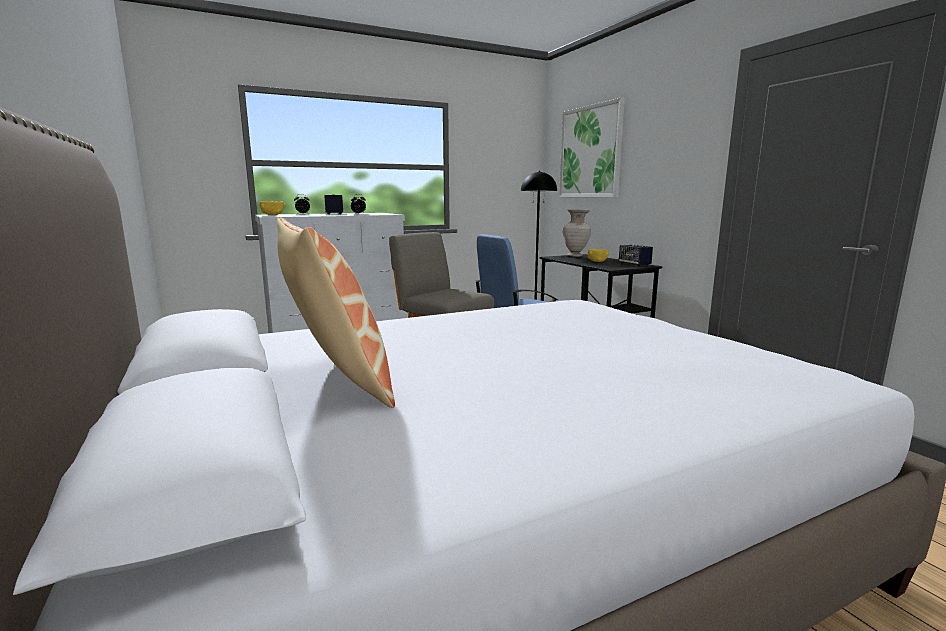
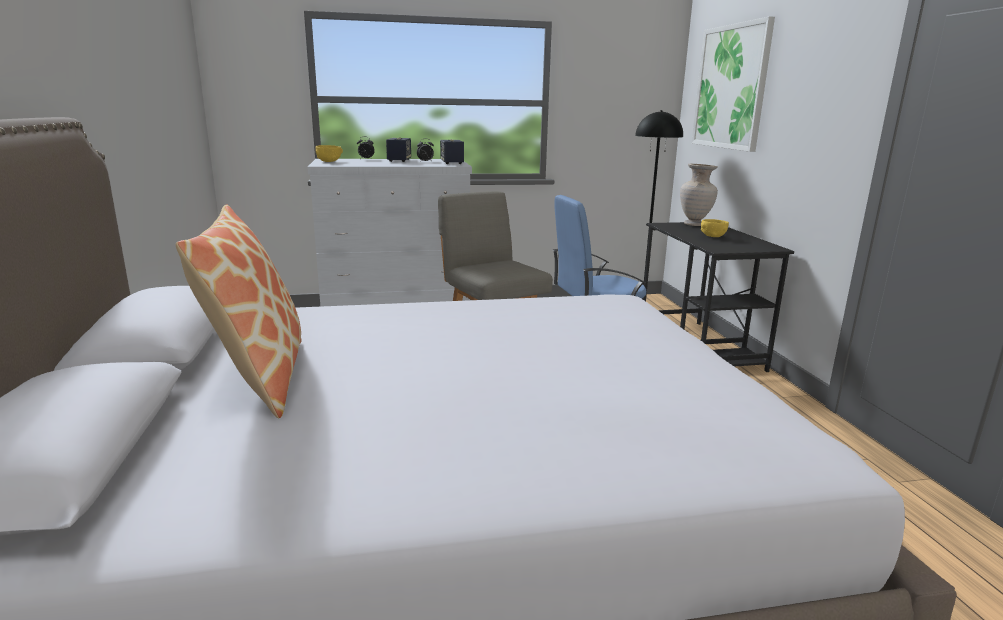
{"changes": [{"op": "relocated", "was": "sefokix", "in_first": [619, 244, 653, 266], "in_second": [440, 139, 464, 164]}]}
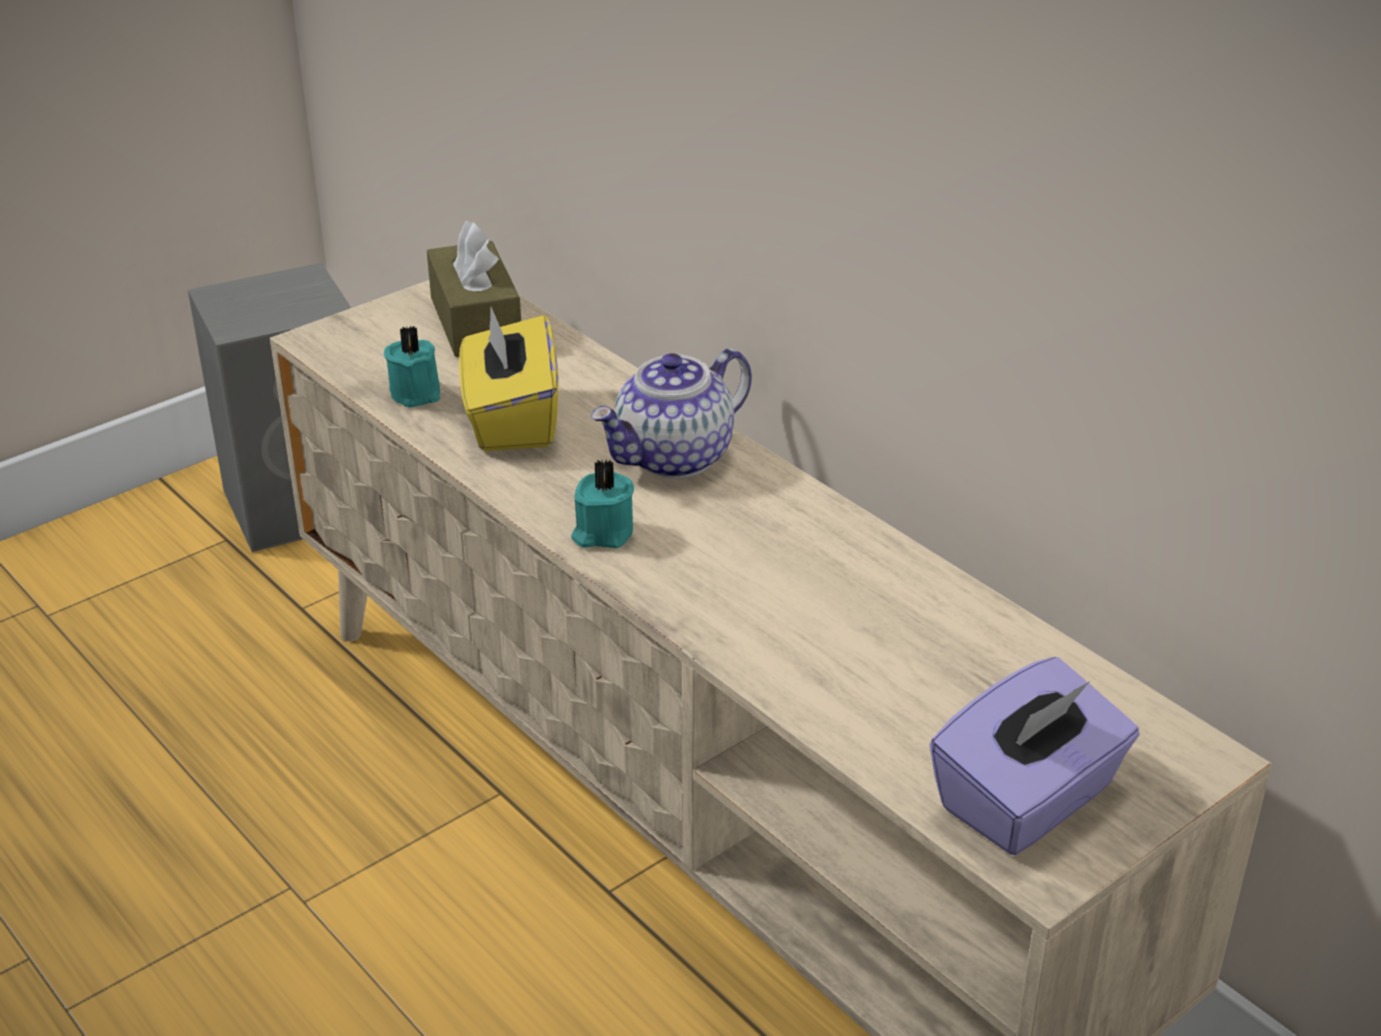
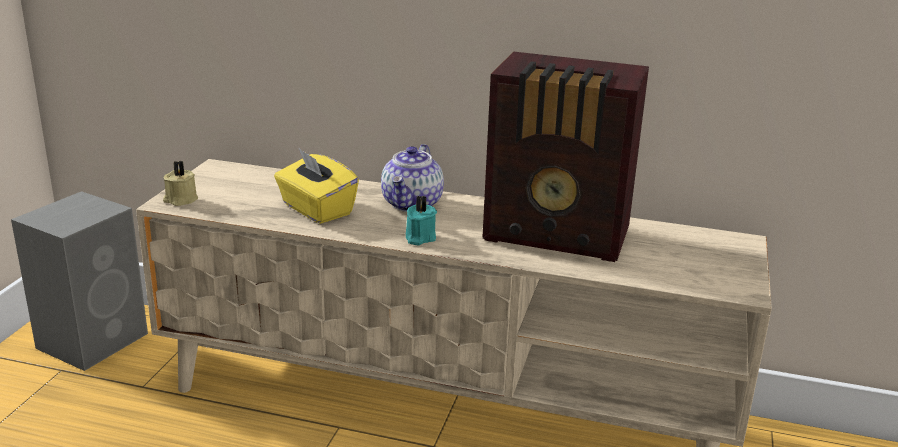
{"changes": [{"op": "appeared", "now": "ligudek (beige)", "in_second": [163, 161, 198, 206]}, {"op": "appeared", "now": "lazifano", "in_second": [482, 51, 649, 262]}, {"op": "missing", "was": "ligudek (turquoise)", "in_first": [384, 325, 440, 407]}, {"op": "missing", "was": "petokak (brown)", "in_first": [427, 221, 521, 357]}, {"op": "missing", "was": "petokak (purple)", "in_first": [930, 657, 1139, 855]}]}
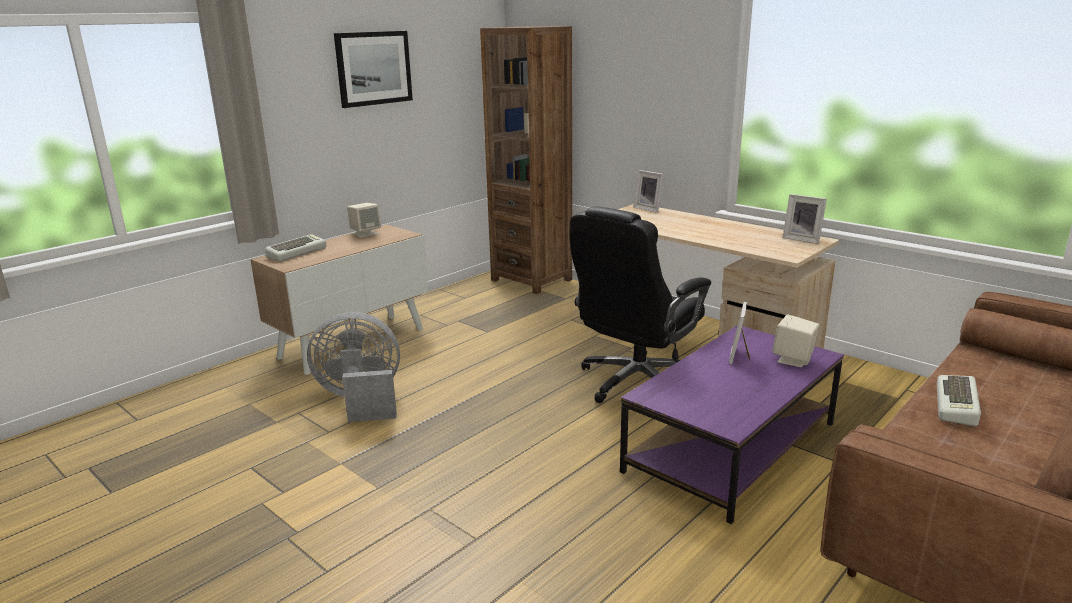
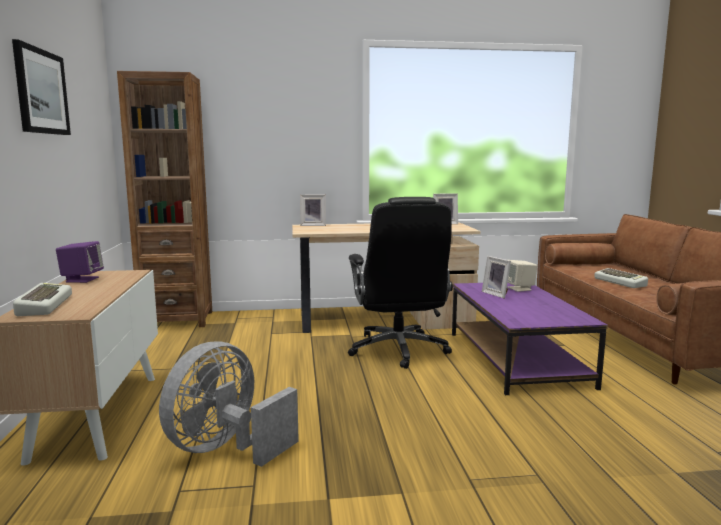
{"changes": [{"op": "colour", "was": "sefokix (beige)", "now": "sefokix (purple)", "in_first": [347, 203, 381, 238], "in_second": [56, 241, 104, 283]}]}
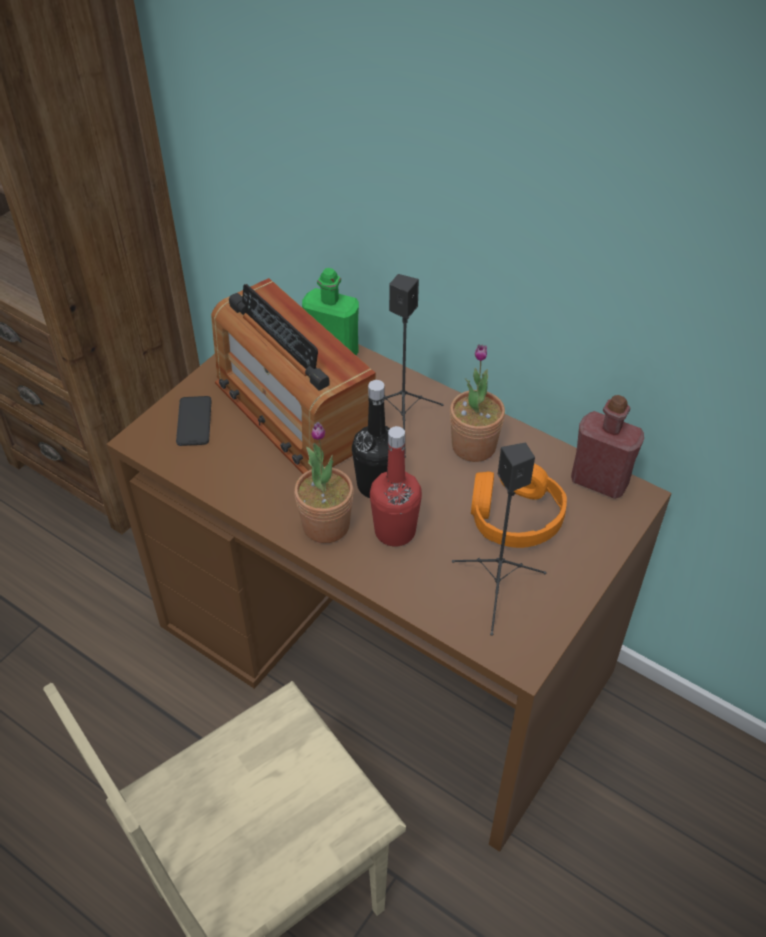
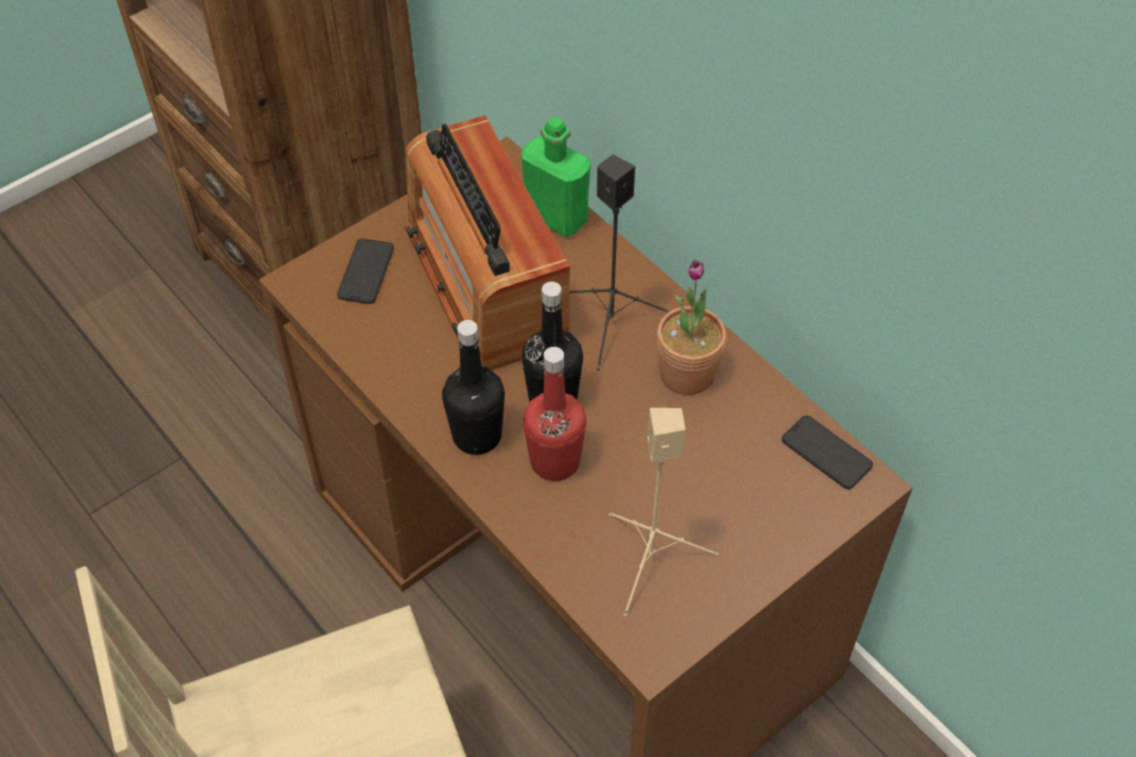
{"changes": [{"op": "exchanged", "was": "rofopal", "now": "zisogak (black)", "in_first": [294, 422, 354, 543], "in_second": [442, 320, 505, 455]}, {"op": "colour", "was": "sefokix (black)", "now": "sefokix (beige)", "in_first": [452, 443, 547, 636], "in_second": [609, 408, 718, 616]}, {"op": "exchanged", "was": "zisogak (red)", "now": "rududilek", "in_first": [571, 395, 644, 499], "in_second": [782, 415, 873, 489]}, {"op": "missing", "was": "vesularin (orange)", "in_first": [471, 464, 567, 548]}]}
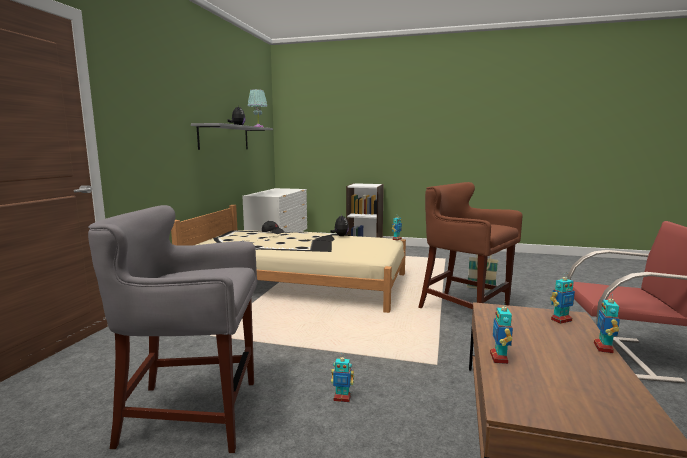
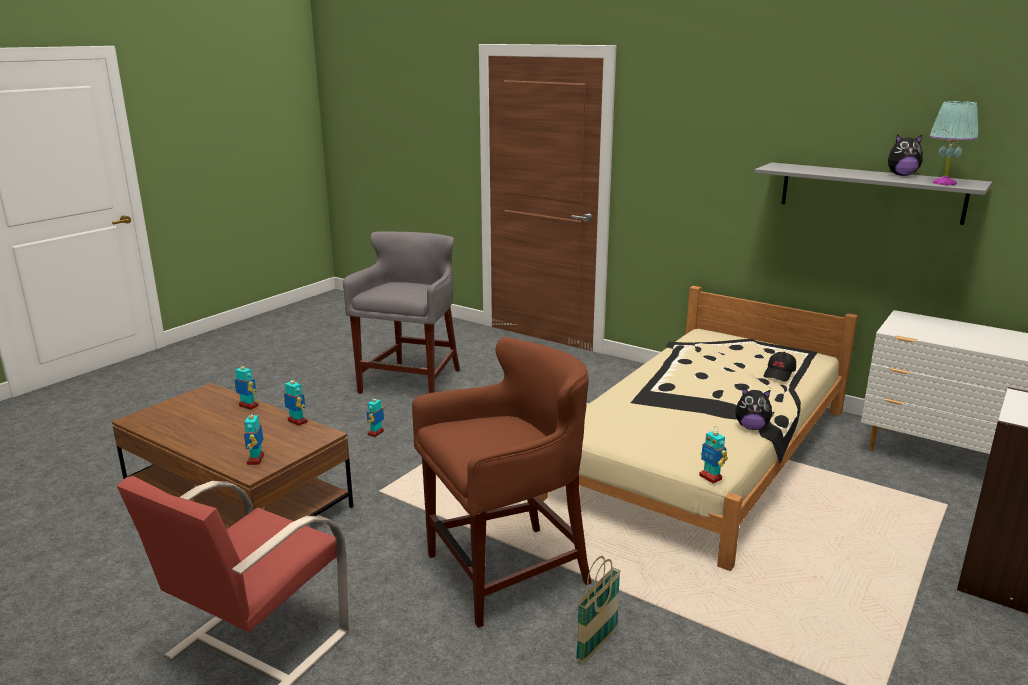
{"changes": [{"op": "relocated", "was": "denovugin", "in_first": [594, 293, 620, 353], "in_second": [283, 376, 308, 426]}]}
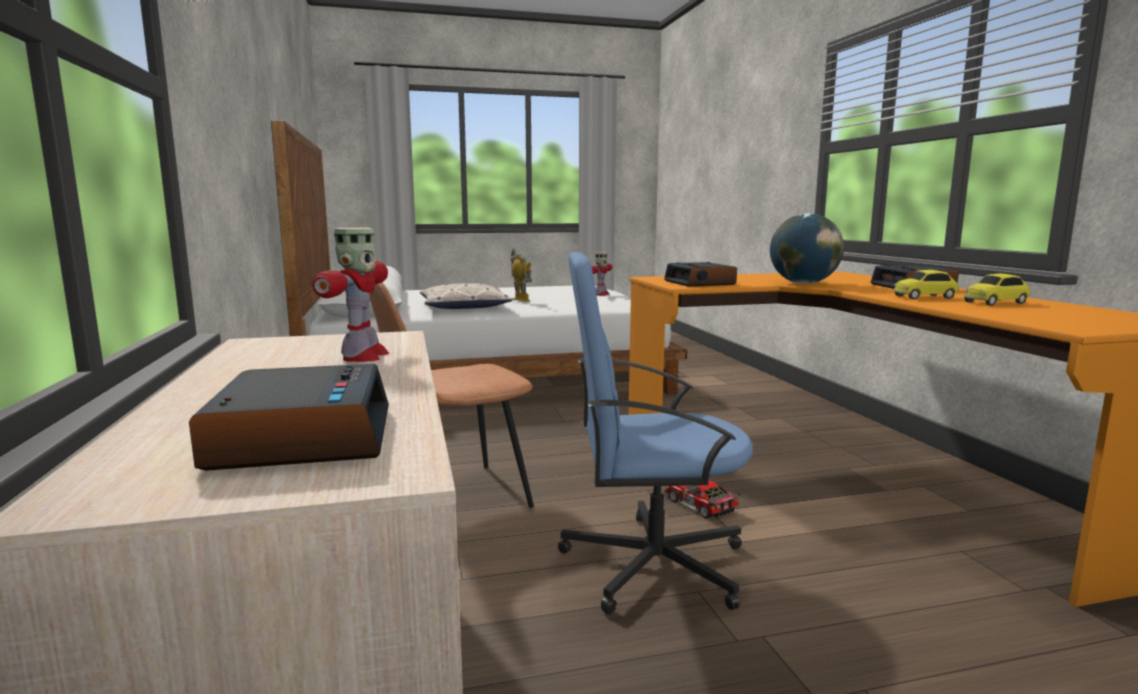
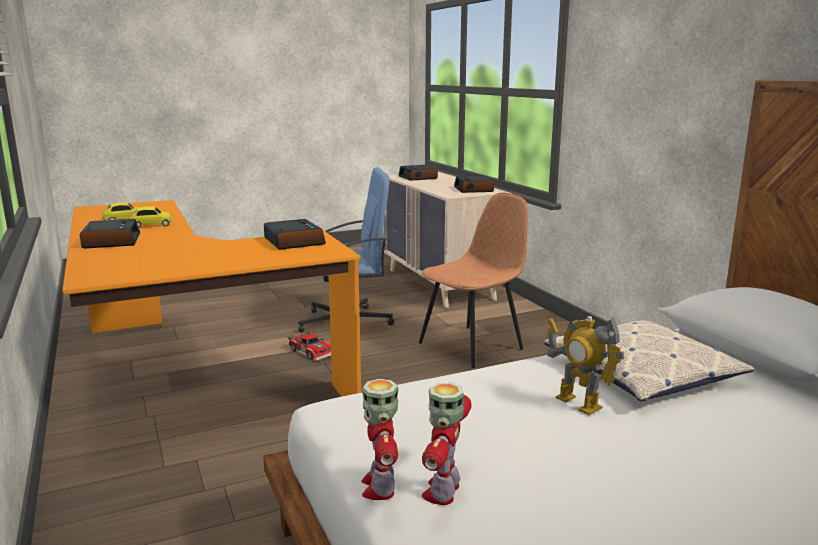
{"changes": [{"op": "relocated", "was": "denovugin", "in_first": [312, 227, 389, 362], "in_second": [361, 379, 398, 500]}, {"op": "appeared", "now": "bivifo", "in_second": [454, 175, 494, 193]}, {"op": "missing", "was": "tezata", "in_first": [770, 213, 844, 284]}]}
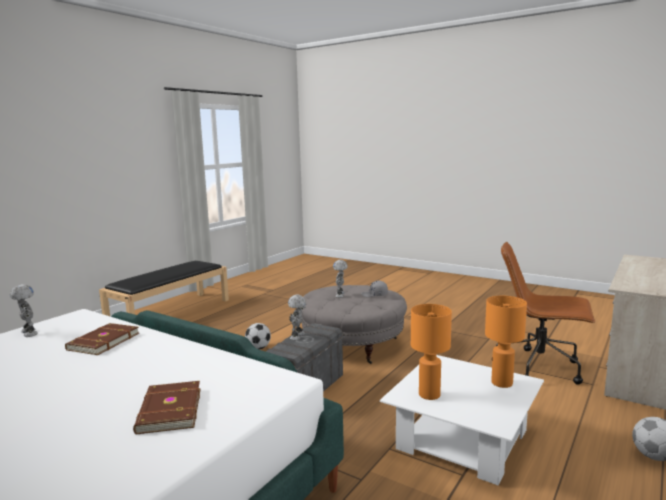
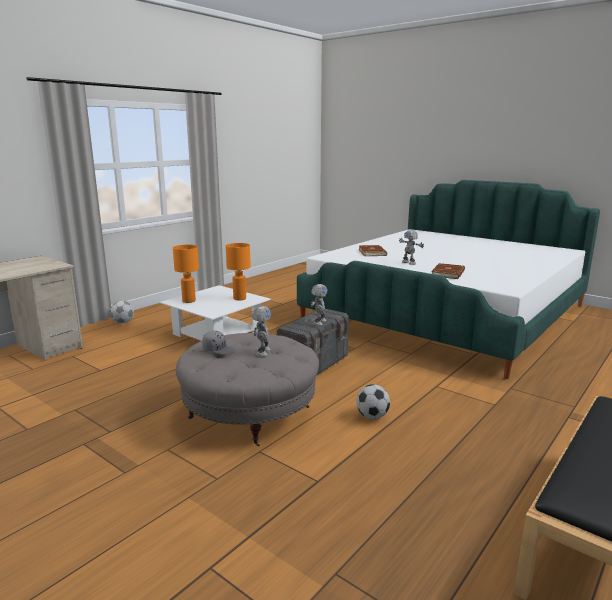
{"changes": [{"op": "relocated", "was": "denovugin", "in_first": [10, 284, 38, 337], "in_second": [399, 230, 424, 265]}, {"op": "missing", "was": "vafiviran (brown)", "in_first": [492, 242, 595, 384]}]}
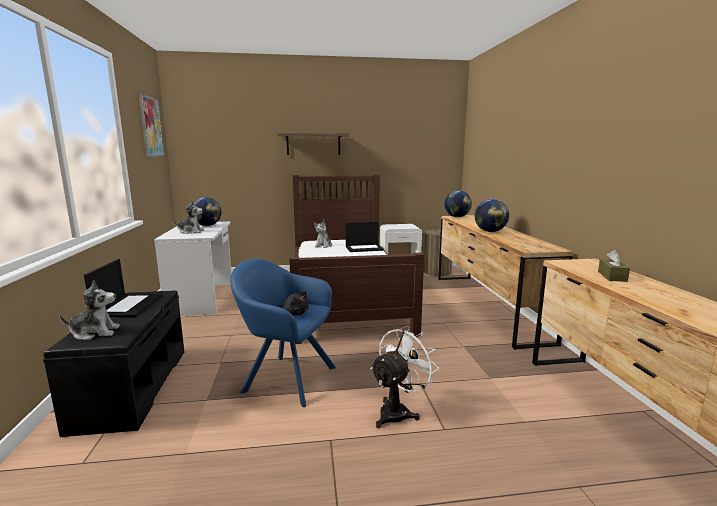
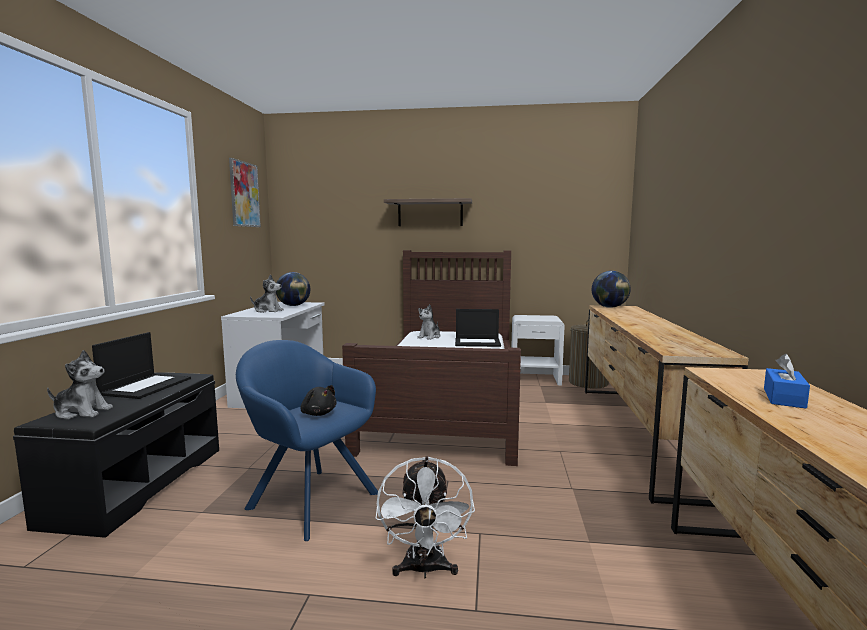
{"changes": [{"op": "spun", "was": "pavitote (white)", "in_first": [370, 326, 439, 428], "in_second": [376, 456, 475, 579], "clockwise": 120}, {"op": "colour", "was": "petokak (brown)", "now": "petokak (blue)", "in_first": [598, 250, 630, 282], "in_second": [764, 354, 810, 409]}, {"op": "missing", "was": "tezata", "in_first": [475, 199, 509, 232]}]}
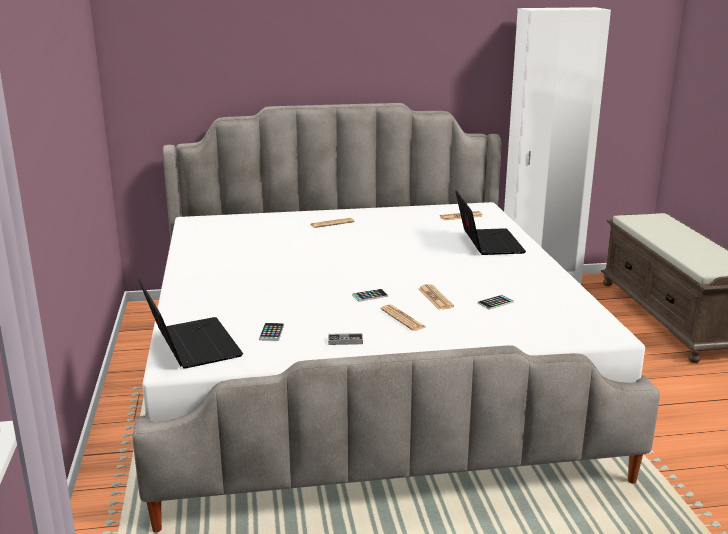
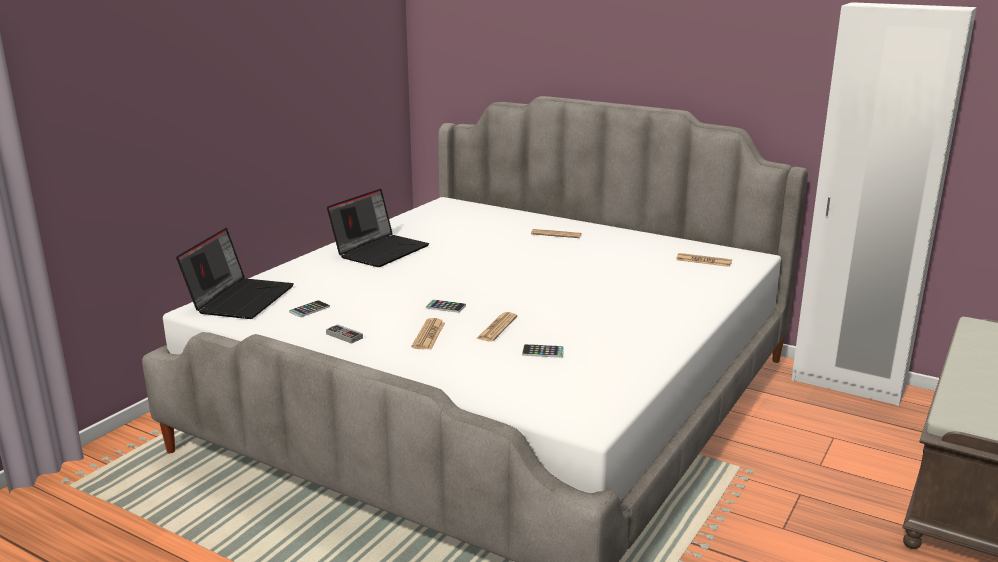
{"changes": [{"op": "relocated", "was": "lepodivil", "in_first": [455, 190, 526, 255], "in_second": [327, 189, 429, 267]}]}
